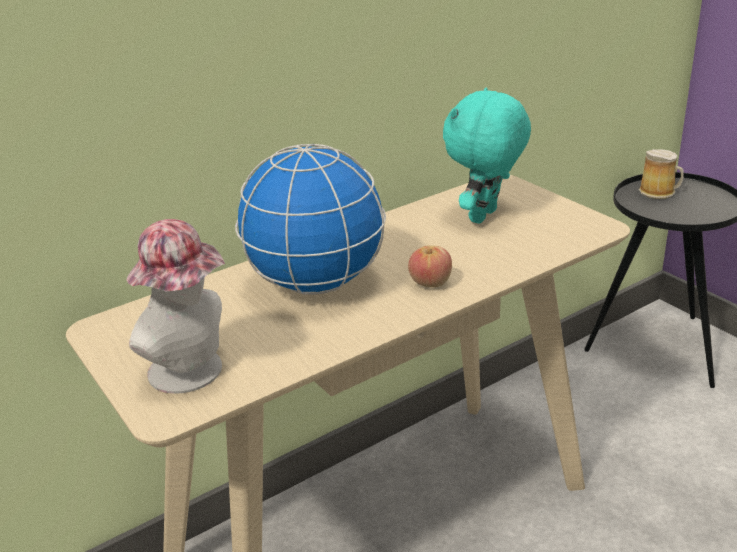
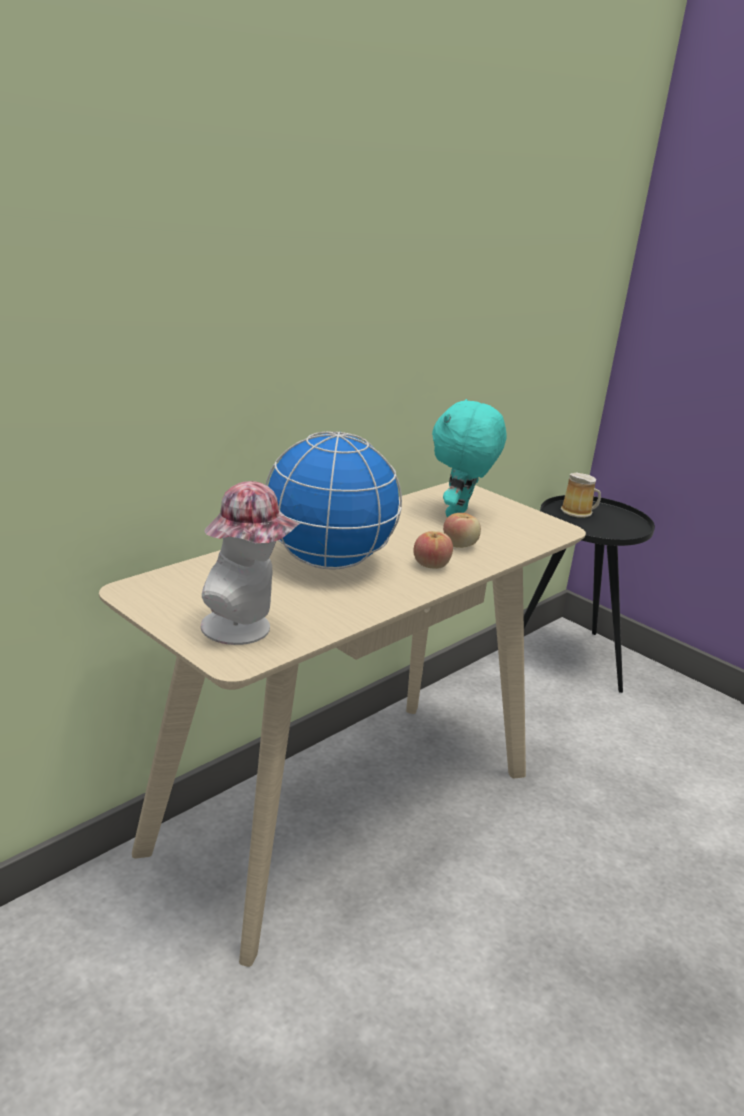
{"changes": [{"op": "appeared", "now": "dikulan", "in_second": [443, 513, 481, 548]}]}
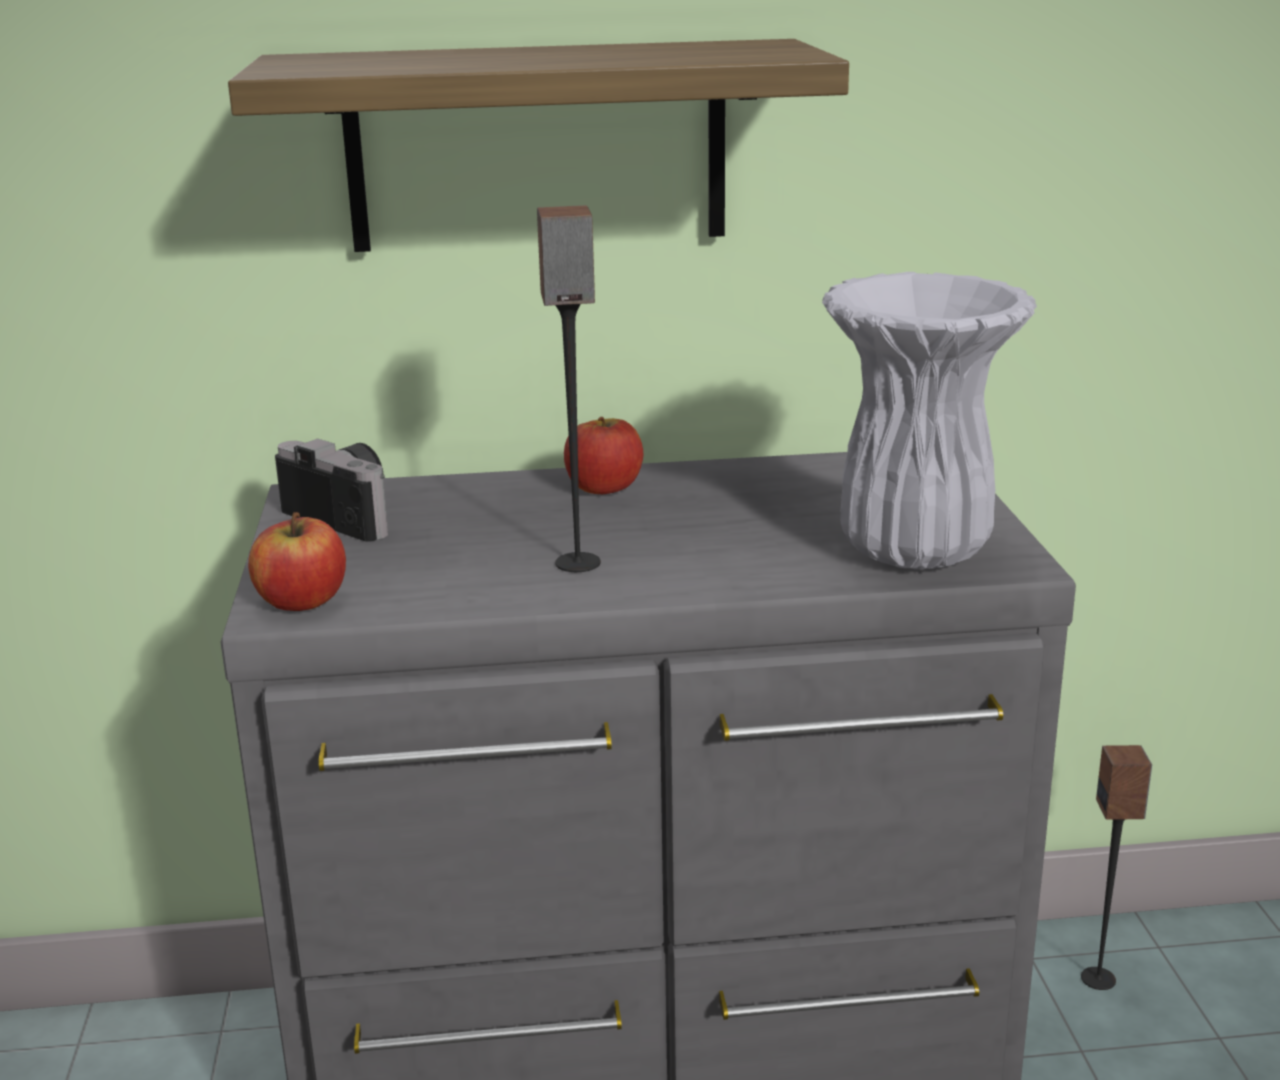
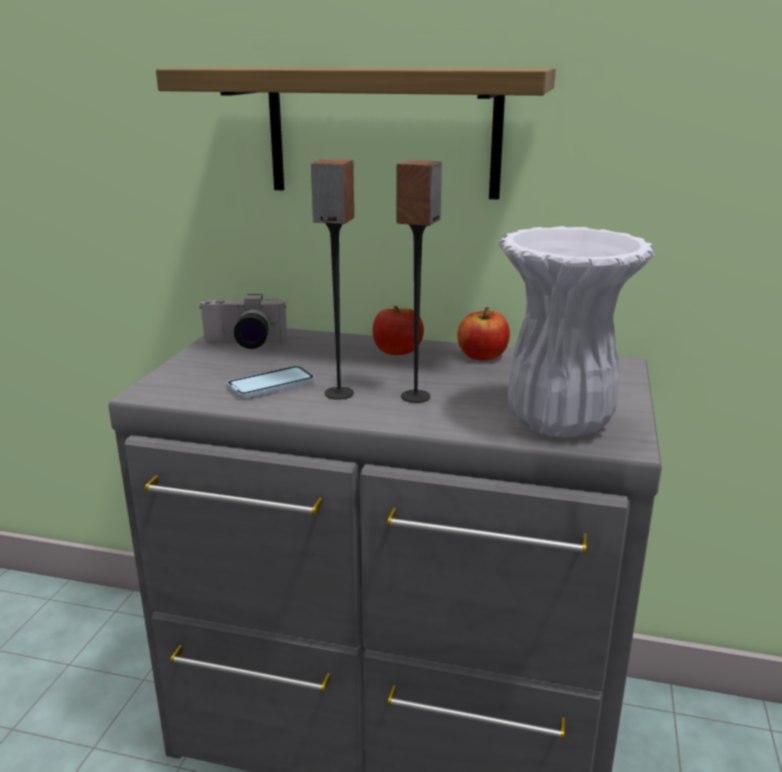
{"changes": [{"op": "spun", "was": "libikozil", "in_first": [275, 439, 388, 542], "in_second": [199, 294, 287, 349], "clockwise": 120}, {"op": "appeared", "now": "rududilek", "in_second": [226, 366, 315, 398]}, {"op": "relocated", "was": "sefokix", "in_first": [1081, 745, 1152, 990], "in_second": [396, 160, 442, 403]}, {"op": "relocated", "was": "dikulan", "in_first": [248, 512, 346, 611], "in_second": [457, 307, 510, 361]}]}
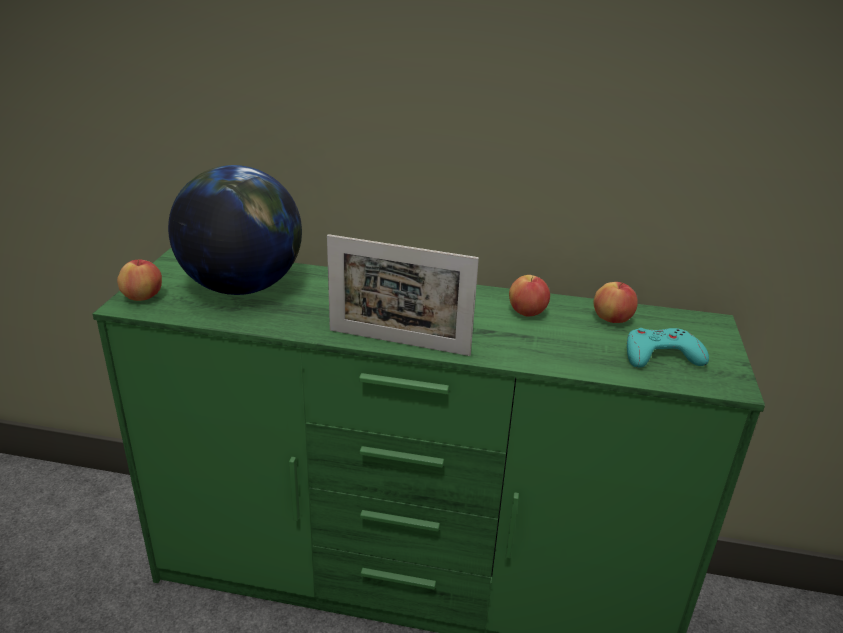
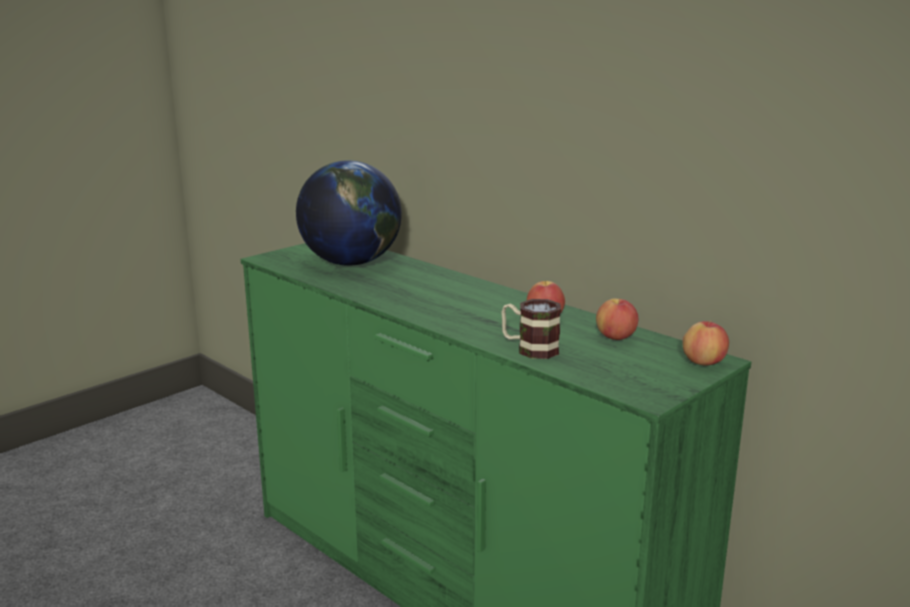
{"changes": [{"op": "appeared", "now": "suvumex", "in_second": [501, 299, 561, 359]}, {"op": "relocated", "was": "dikulan", "in_first": [117, 259, 162, 301], "in_second": [683, 321, 729, 366]}, {"op": "missing", "was": "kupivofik", "in_first": [327, 234, 479, 356]}, {"op": "missing", "was": "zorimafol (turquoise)", "in_first": [627, 328, 709, 368]}]}
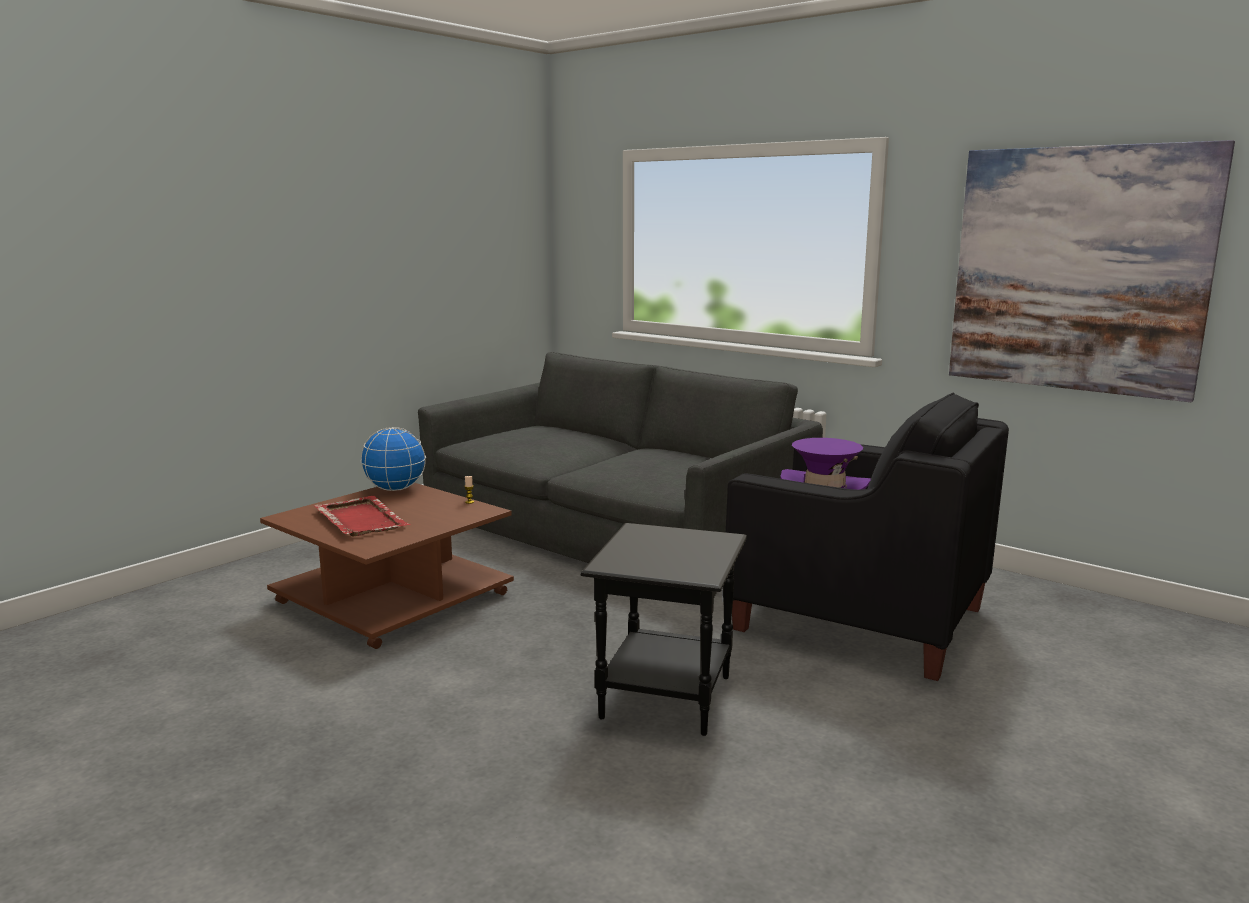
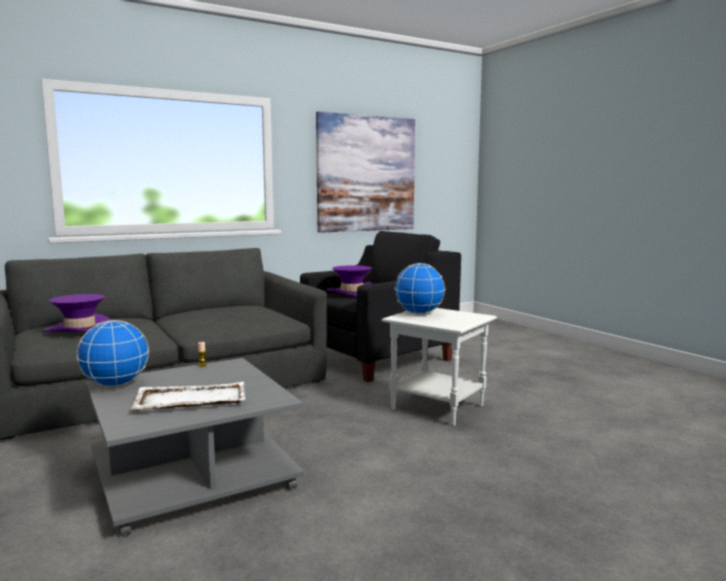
{"changes": [{"op": "appeared", "now": "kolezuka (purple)", "in_second": [44, 294, 112, 332]}, {"op": "colour", "was": "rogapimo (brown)", "now": "rogapimo (grey)", "in_first": [260, 483, 514, 649], "in_second": [86, 358, 304, 536]}, {"op": "colour", "was": "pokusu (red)", "now": "pokusu (white)", "in_first": [314, 496, 411, 537], "in_second": [130, 382, 246, 409]}, {"op": "colour", "was": "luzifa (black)", "now": "luzifa (white)", "in_first": [580, 523, 747, 736], "in_second": [382, 308, 497, 426]}, {"op": "appeared", "now": "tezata", "in_second": [394, 263, 445, 314]}]}
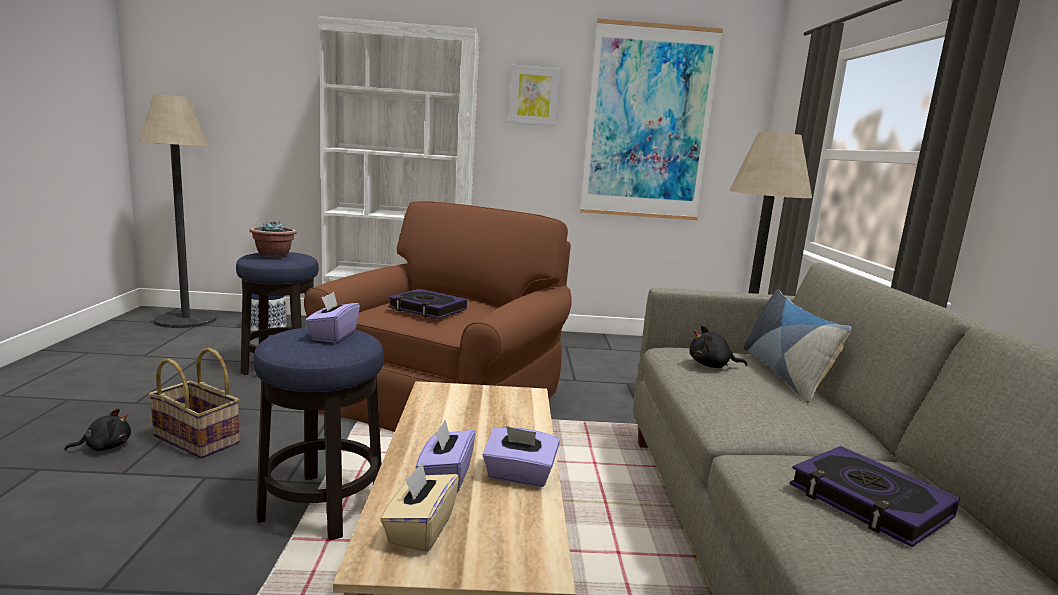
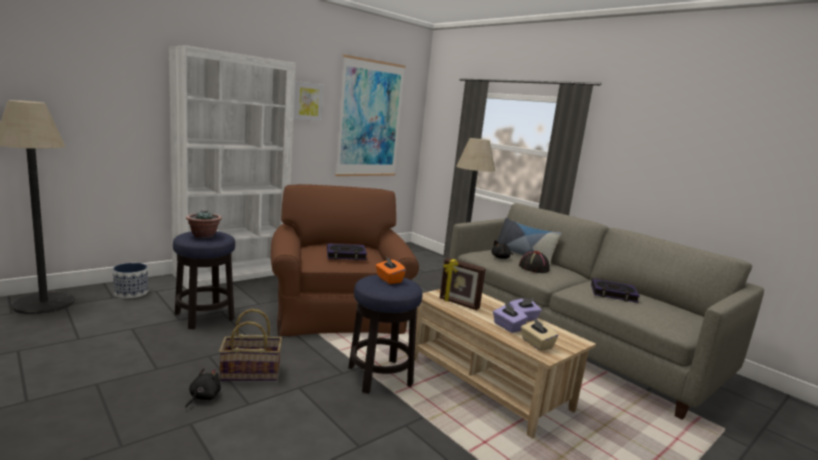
{"changes": [{"op": "colour", "was": "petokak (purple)", "now": "petokak (orange)", "in_first": [305, 292, 360, 343], "in_second": [376, 256, 406, 284]}, {"op": "appeared", "now": "kupivofik", "in_second": [440, 258, 486, 310]}, {"op": "appeared", "now": "kolezuka (black)", "in_second": [519, 251, 550, 273]}]}
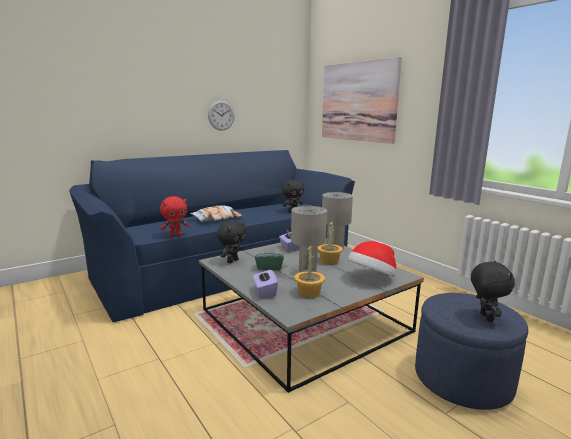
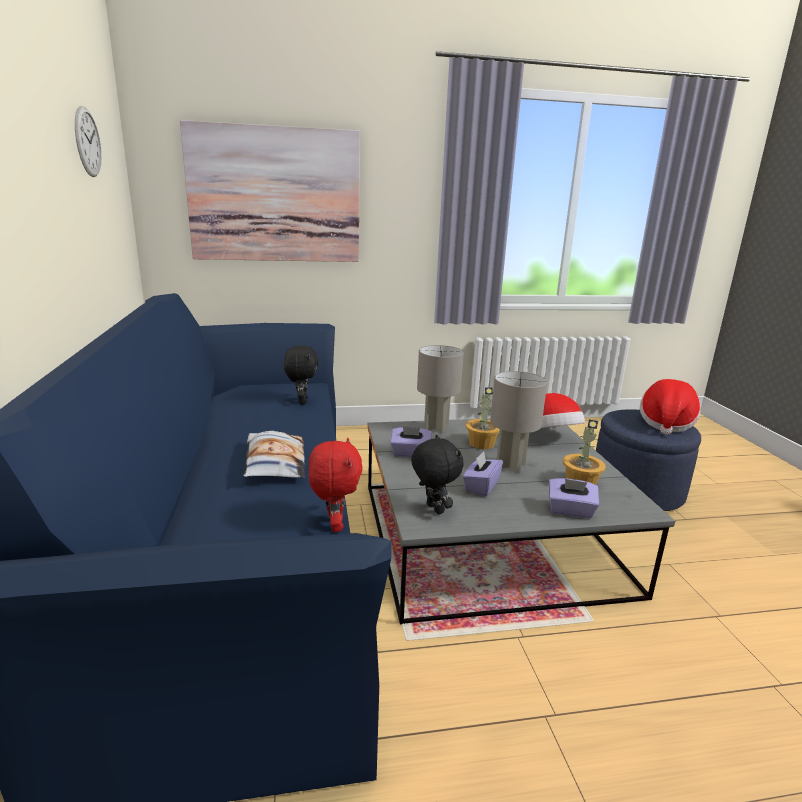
{"changes": [{"op": "relocated", "was": "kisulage", "in_first": [208, 101, 235, 131], "in_second": [75, 106, 102, 177]}, {"op": "colour", "was": "petokak (green)", "now": "petokak (purple)", "in_first": [255, 246, 284, 270], "in_second": [463, 451, 503, 496]}, {"op": "exchanged", "was": "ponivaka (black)", "now": "kolezuka", "in_first": [471, 261, 515, 322], "in_second": [640, 379, 700, 435]}]}
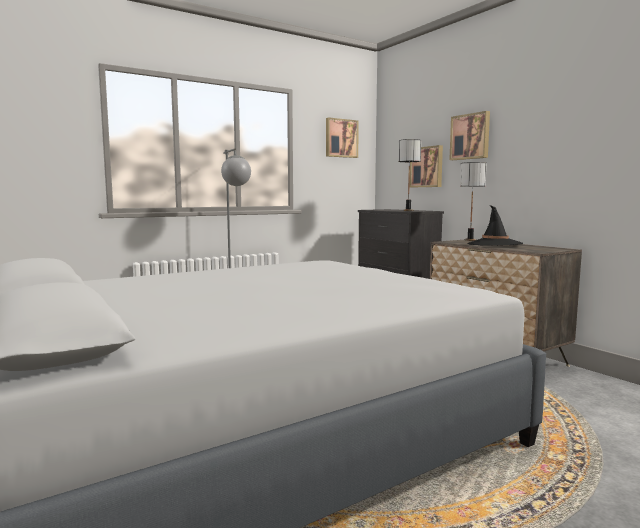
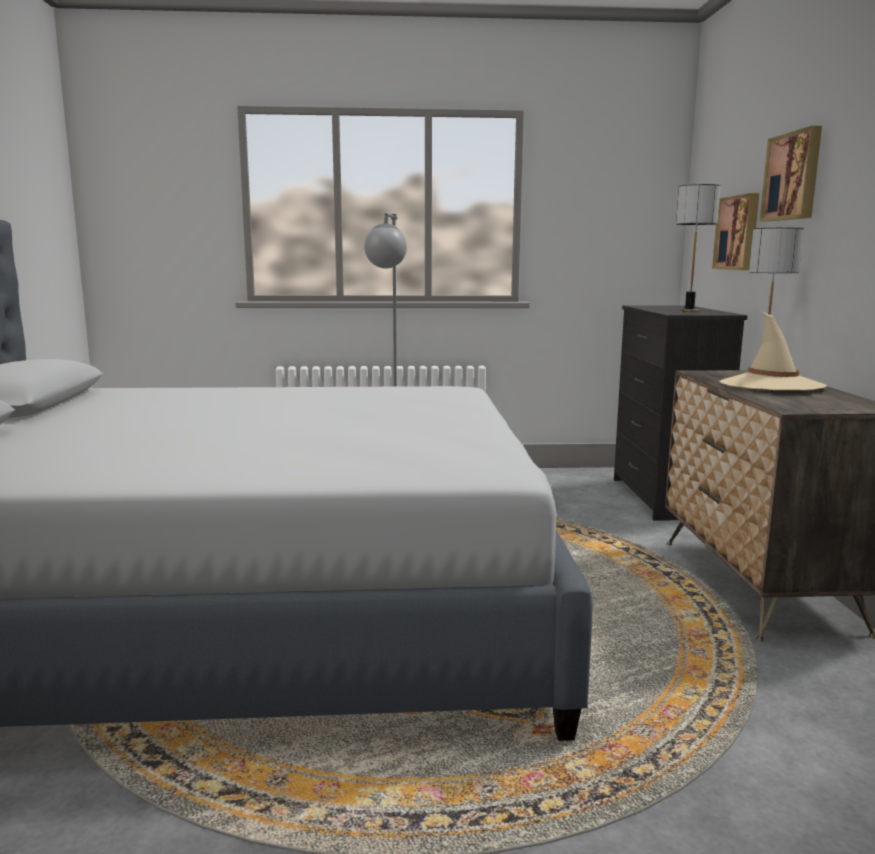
{"changes": [{"op": "colour", "was": "kolezuka (black)", "now": "kolezuka (beige)", "in_first": [467, 205, 523, 246], "in_second": [719, 311, 827, 390]}, {"op": "missing", "was": "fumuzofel", "in_first": [326, 117, 359, 158]}]}
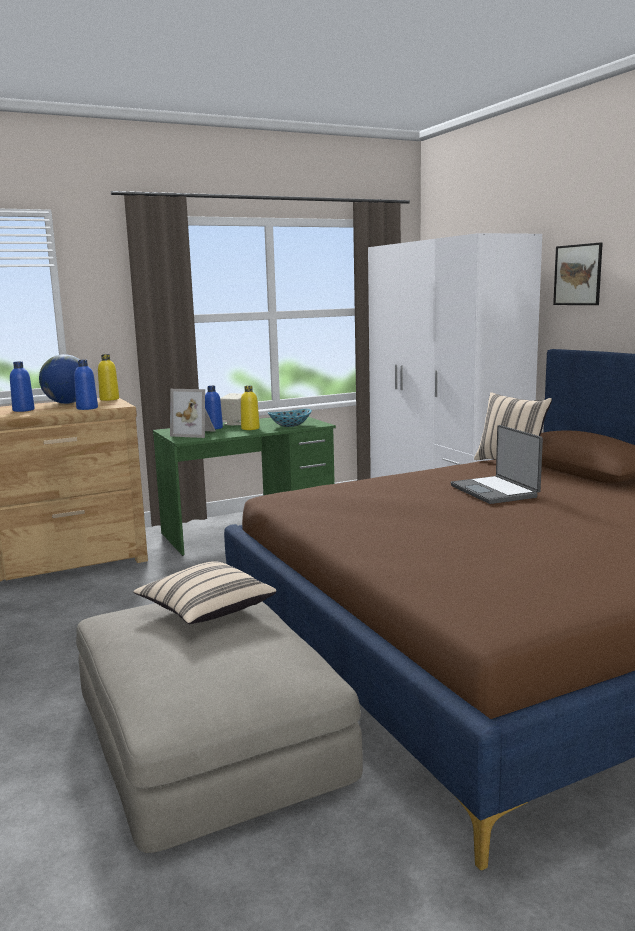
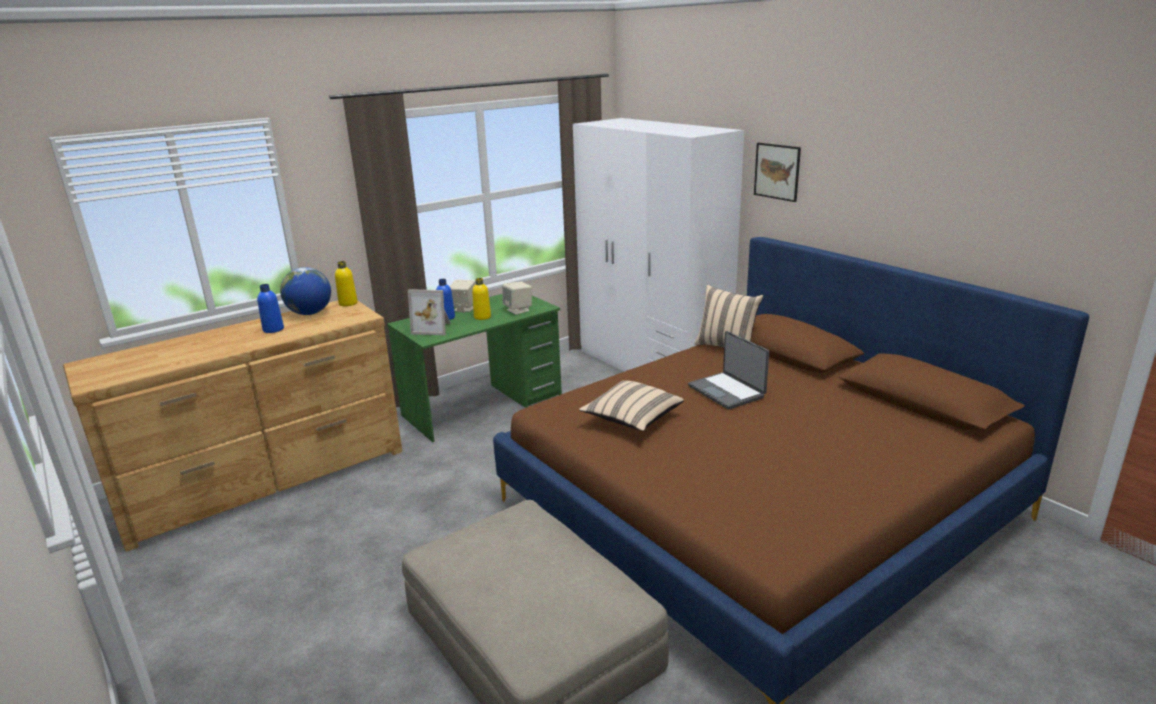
{"changes": [{"op": "exchanged", "was": "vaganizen", "now": "sefokix (beige)", "in_first": [268, 409, 312, 427], "in_second": [502, 282, 532, 315]}, {"op": "relocated", "was": "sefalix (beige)", "in_first": [133, 561, 277, 624], "in_second": [579, 380, 684, 431]}, {"op": "missing", "was": "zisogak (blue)", "in_first": [74, 360, 98, 410]}]}
